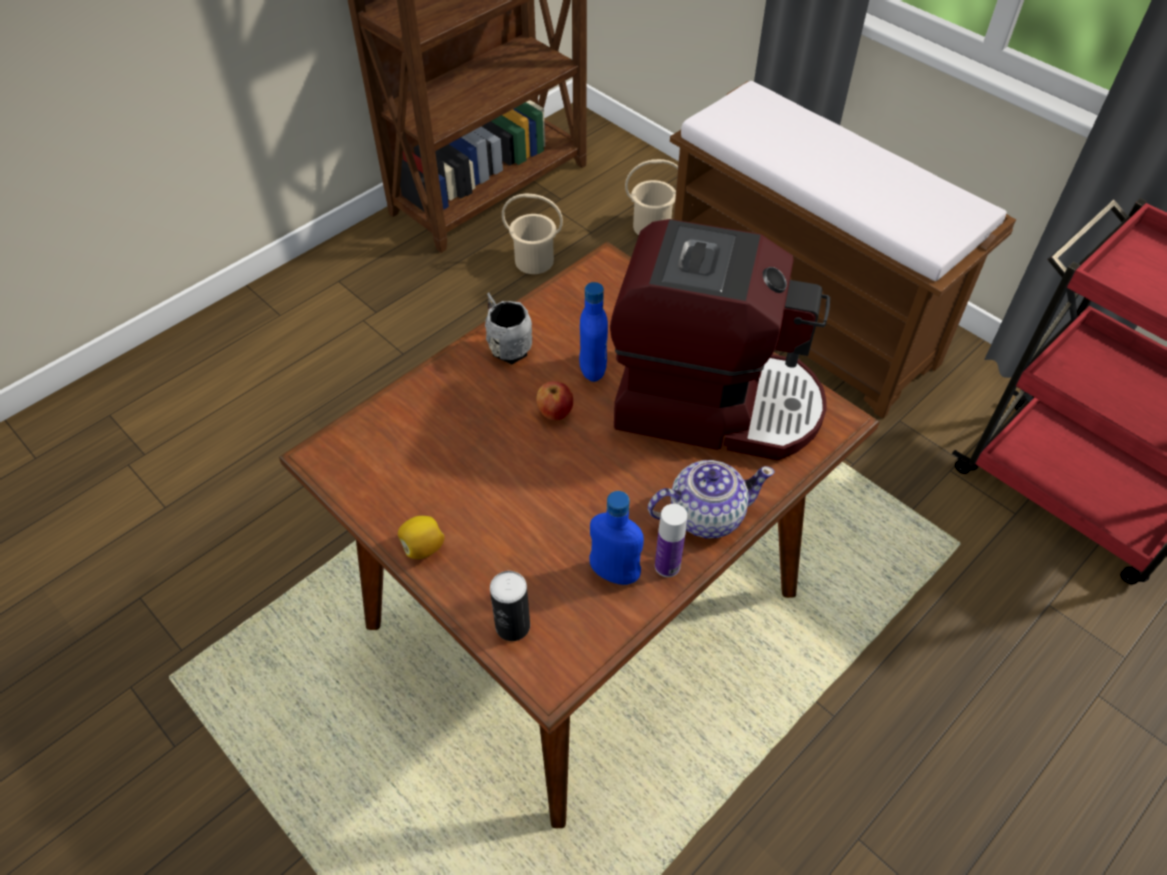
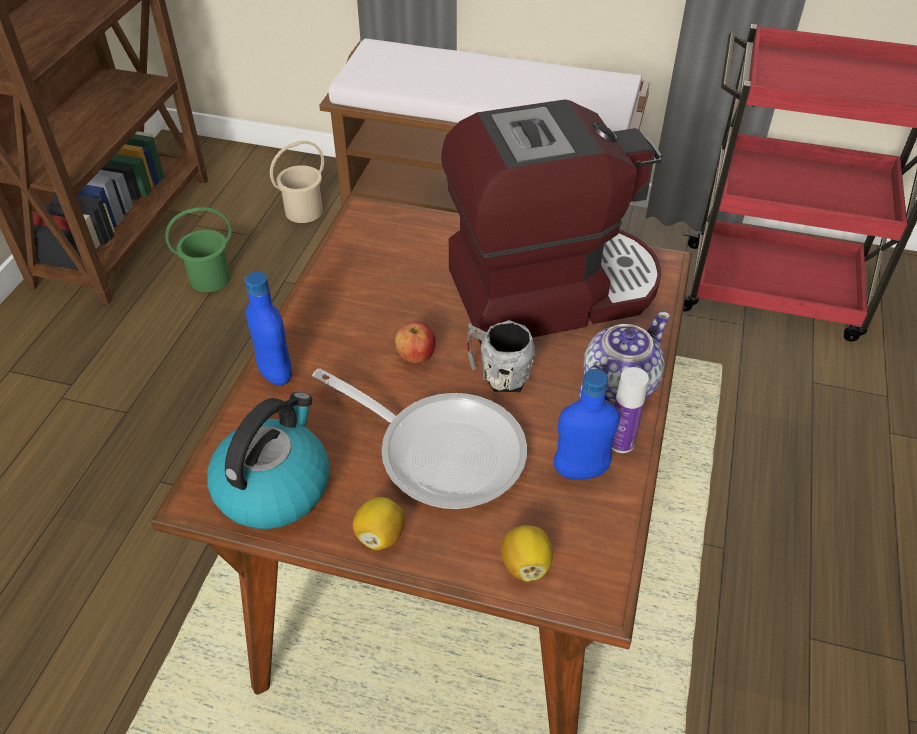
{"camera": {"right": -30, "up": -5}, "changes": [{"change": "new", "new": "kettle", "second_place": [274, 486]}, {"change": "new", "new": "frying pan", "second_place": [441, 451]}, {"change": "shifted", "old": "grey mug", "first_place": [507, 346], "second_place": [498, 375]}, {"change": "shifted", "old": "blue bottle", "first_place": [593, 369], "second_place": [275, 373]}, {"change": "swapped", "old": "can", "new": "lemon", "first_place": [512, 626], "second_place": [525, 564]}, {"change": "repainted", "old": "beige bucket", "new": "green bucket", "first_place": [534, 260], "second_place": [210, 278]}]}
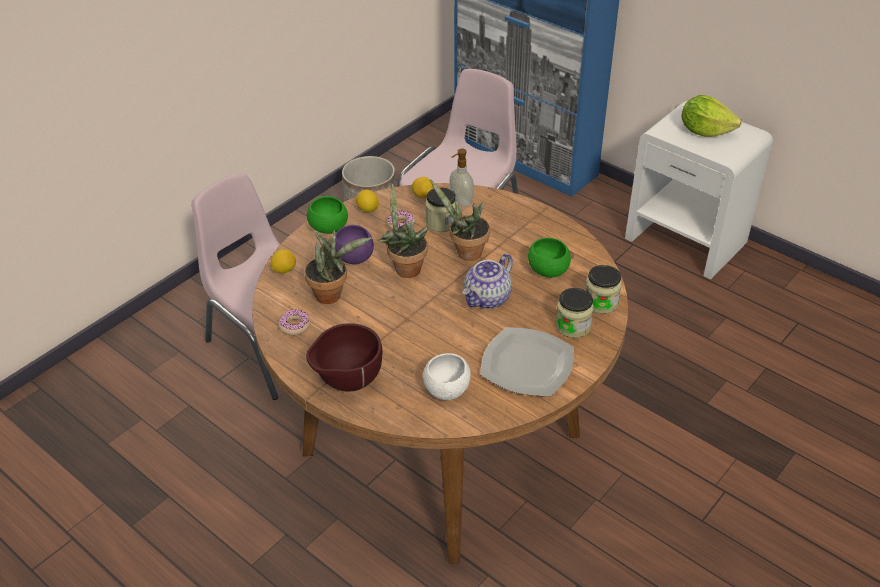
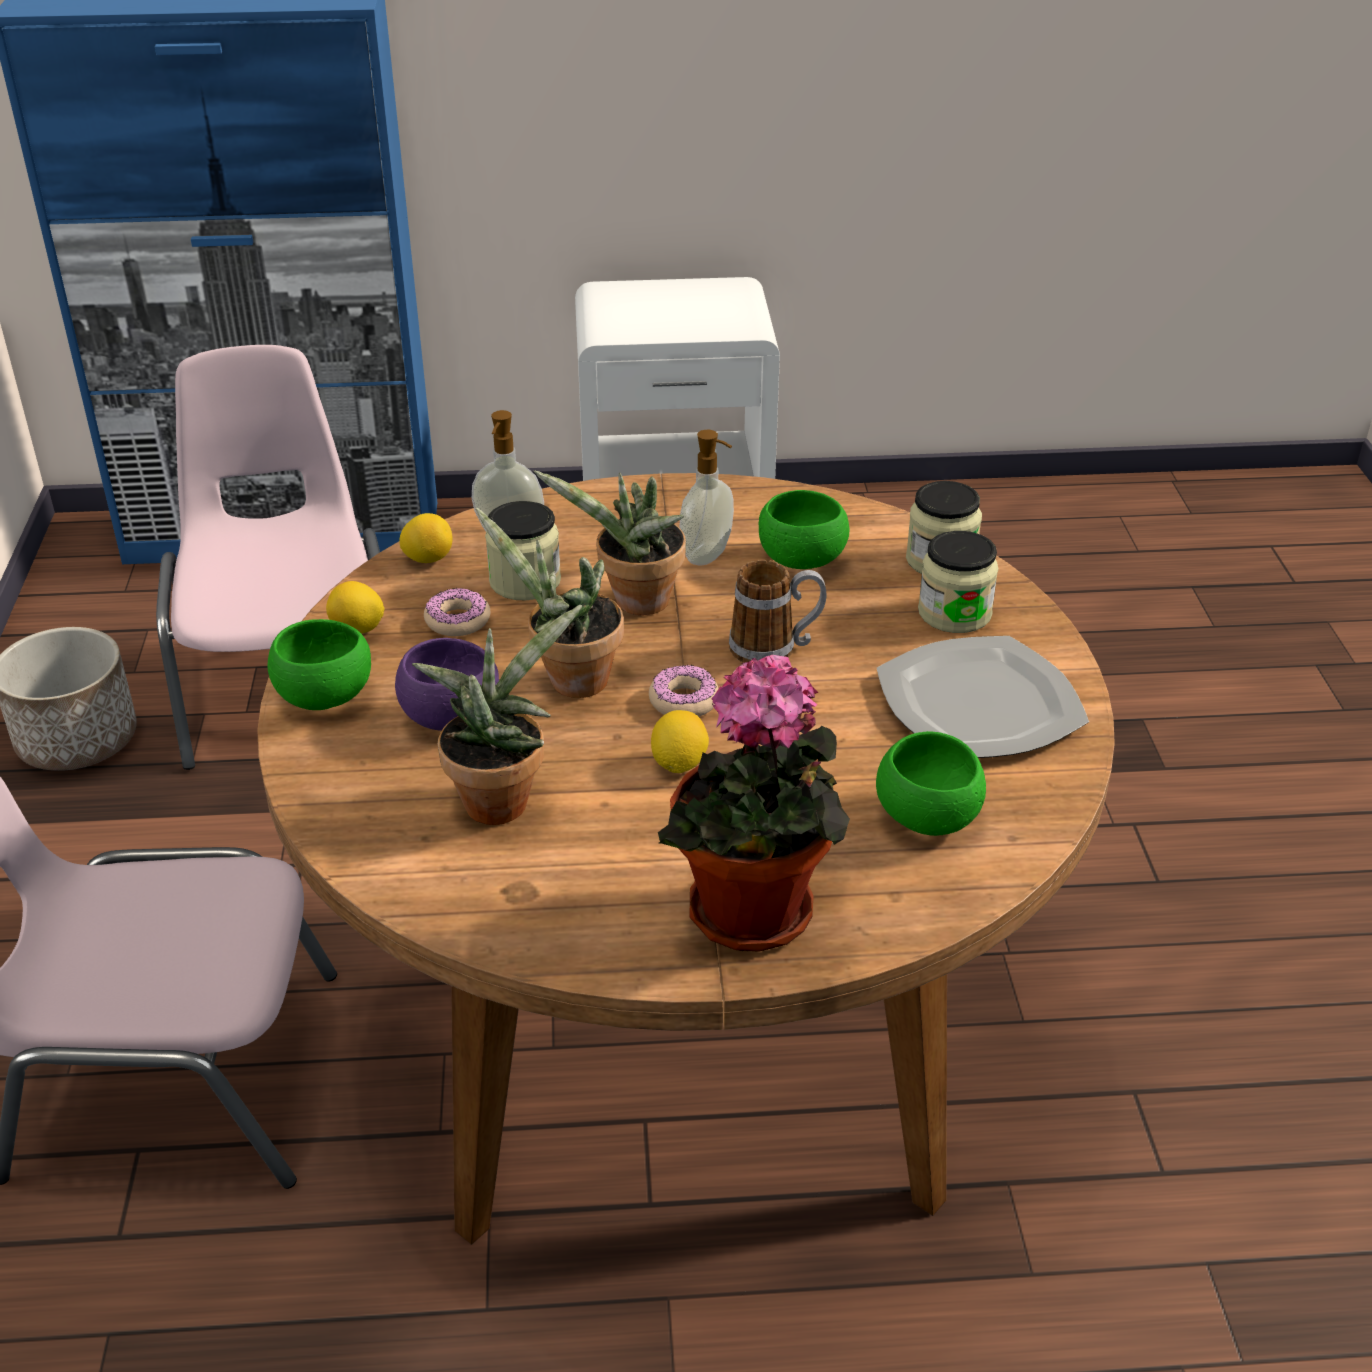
{"camera": {"right": -45, "up": -5}, "changes": [{"change": "gone", "old": "lettuce", "first_place": [704, 131]}, {"change": "new", "new": "soap dispenser", "second_place": [708, 555]}, {"change": "shifted", "old": "lemon", "first_place": [284, 270], "second_place": [679, 763]}, {"change": "shifted", "old": "donut", "first_place": [294, 326], "second_place": [684, 701]}, {"change": "swapped", "old": "brown bowl", "new": "potted plant", "first_place": [347, 383], "second_place": [754, 920]}, {"change": "swapped", "old": "teapot", "new": "mug", "first_place": [487, 299], "second_place": [775, 649]}, {"change": "repainted", "old": "white bowl", "new": "green bowl", "first_place": [446, 390], "second_place": [926, 818]}]}
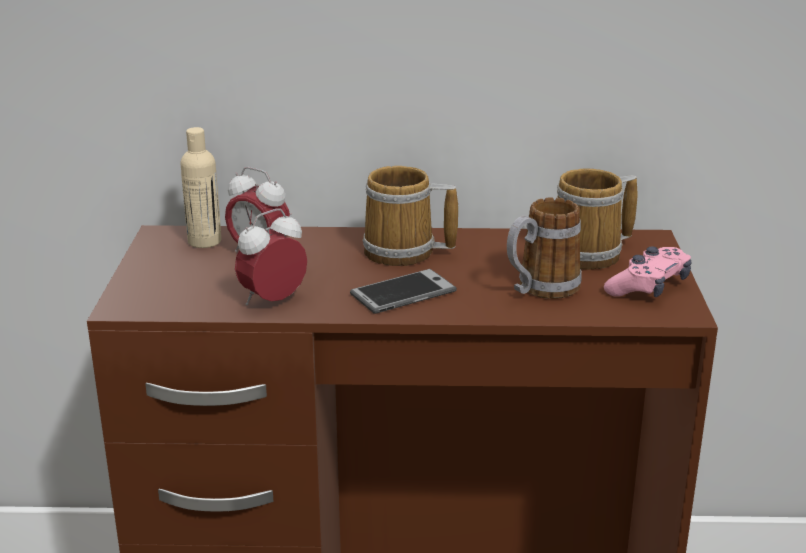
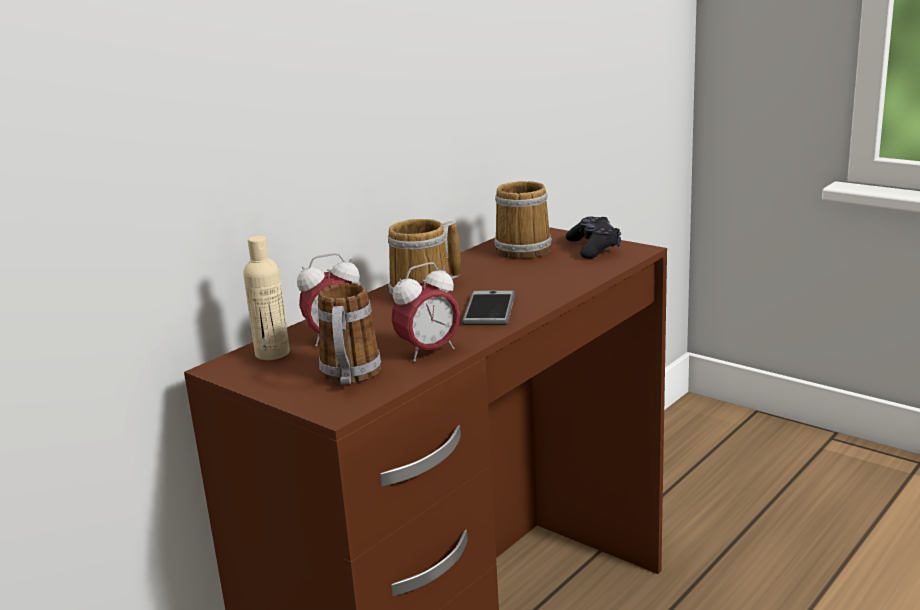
{"camera": {"right": -50, "up": -5}, "changes": [{"change": "shifted", "old": "mug", "first_place": [540, 290], "second_place": [349, 377]}, {"change": "repainted", "old": "pink game controller", "new": "black game controller", "first_place": [648, 287], "second_place": [593, 248]}, {"change": "rotated", "old": "alarm clock", "first_place": [273, 301], "second_place": [428, 352], "degrees": -120}]}
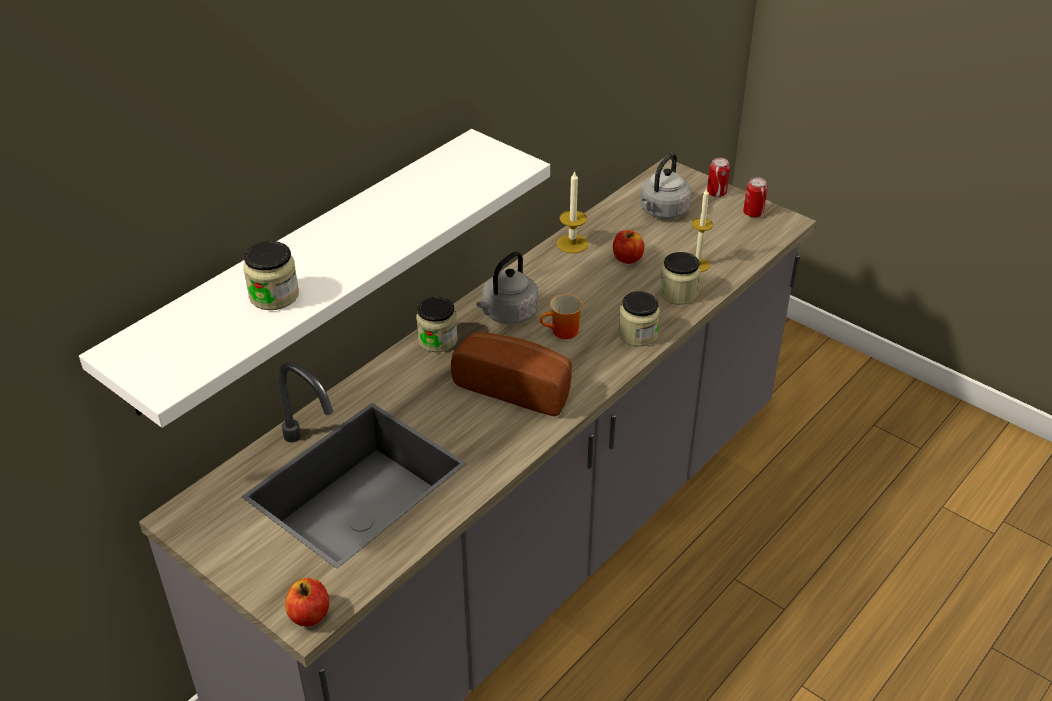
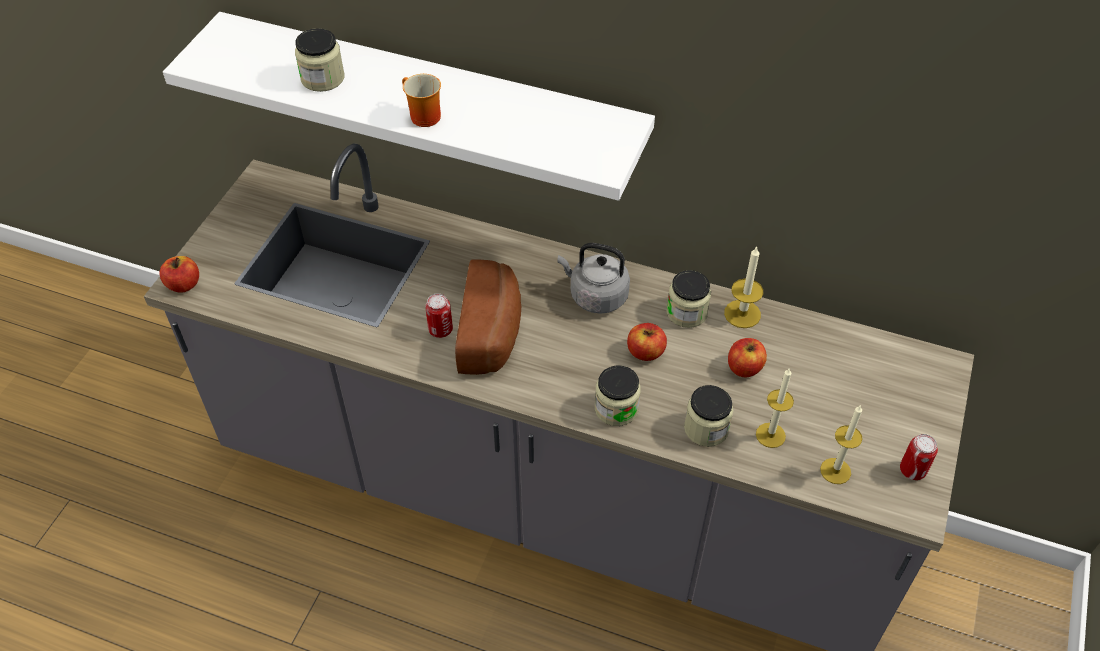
{"camera": {"right": 70, "up": 10}, "changes": [{"change": "gone", "old": "grey kettle", "first_place": [662, 212]}, {"change": "new", "new": "apple", "second_place": [645, 352]}, {"change": "new", "new": "candle", "second_place": [835, 471]}, {"change": "shifted", "old": "jar", "first_place": [437, 340], "second_place": [686, 312]}, {"change": "shifted", "old": "mug", "first_place": [563, 333], "second_place": [421, 116]}, {"change": "shifted", "old": "can", "first_place": [716, 193], "second_place": [440, 329]}]}
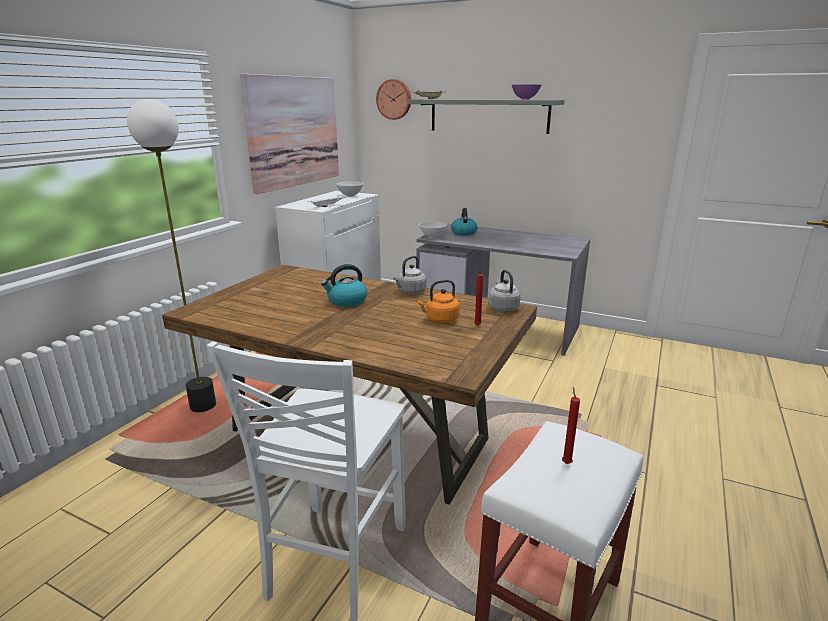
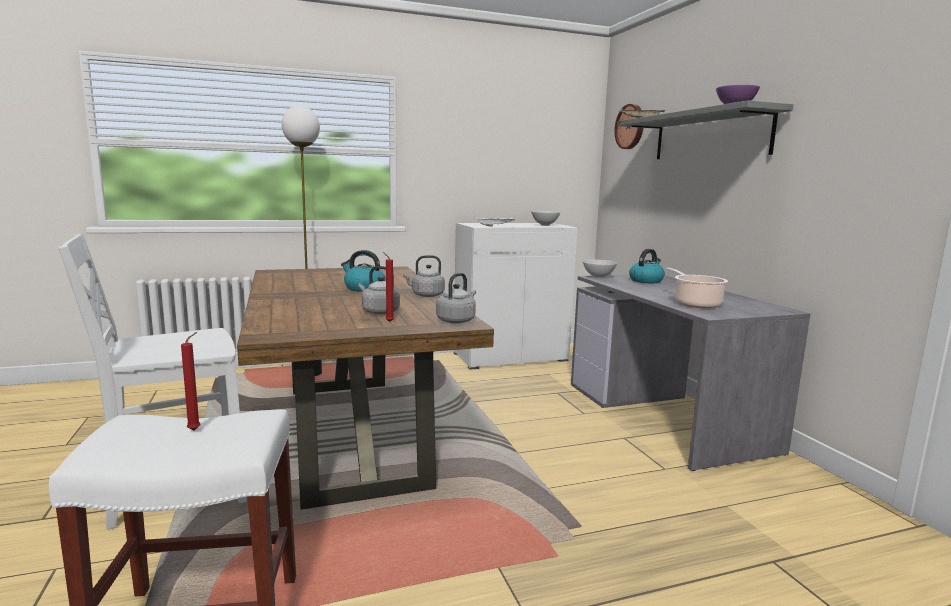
{"camera": {"right": 45, "up": -10}, "changes": [{"change": "gone", "old": "picture", "first_place": [294, 131]}, {"change": "new", "new": "cooking pot", "second_place": [695, 304]}, {"change": "repainted", "old": "orange kettle", "new": "grey kettle", "first_place": [440, 319], "second_place": [378, 312]}]}
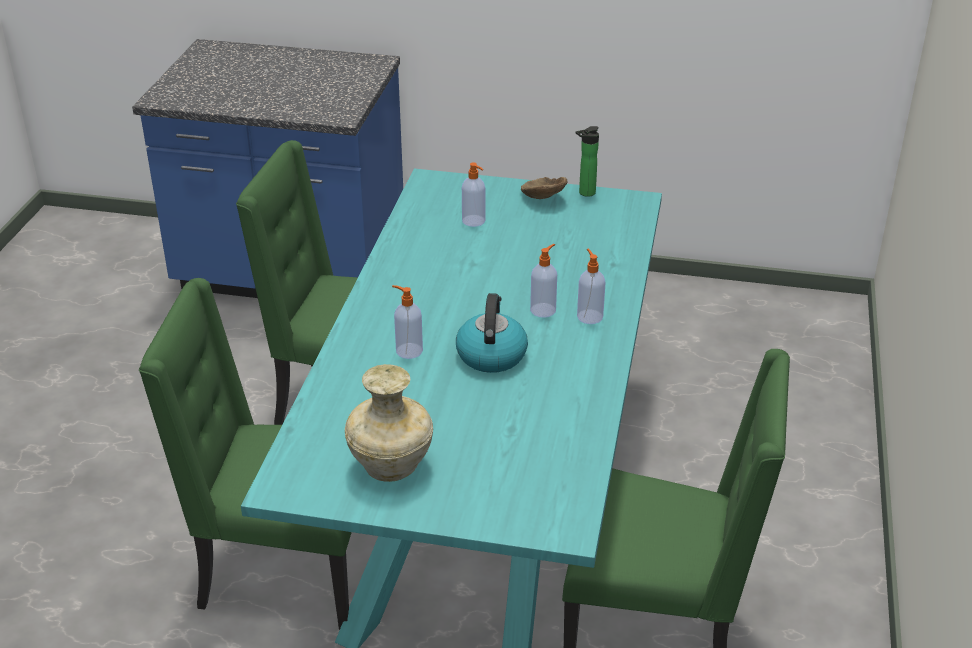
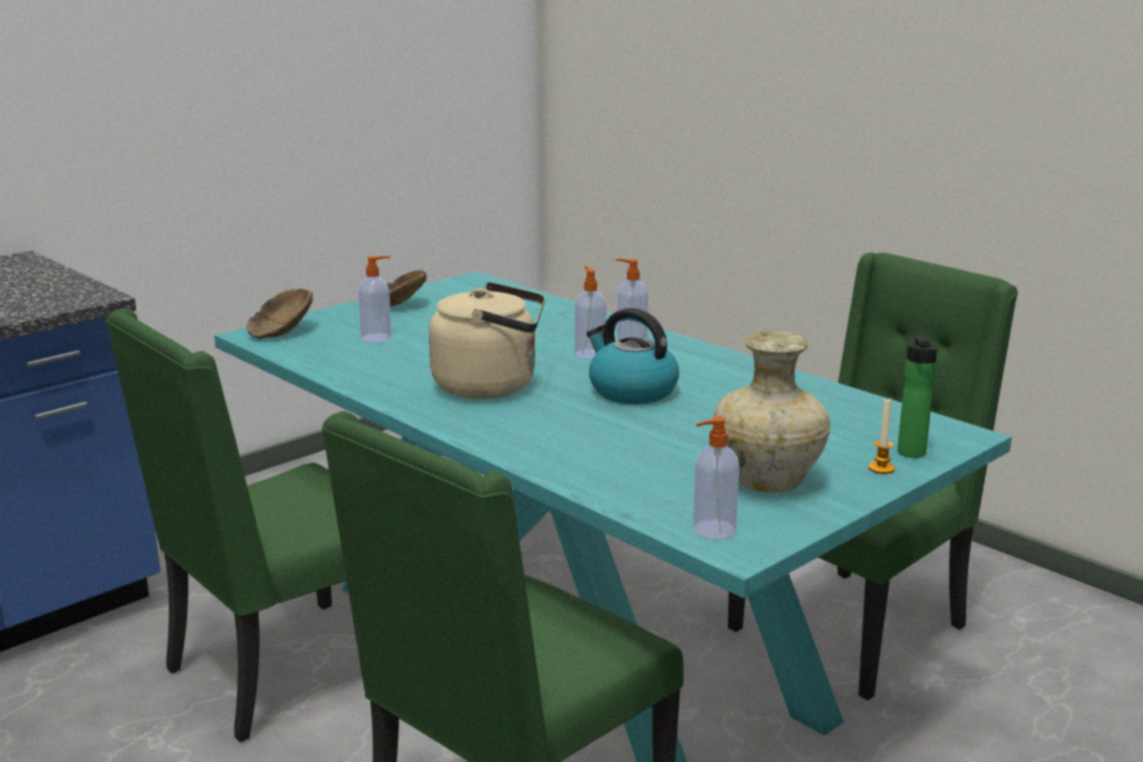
{"camera": {"right": -55, "up": -15}, "changes": [{"change": "new", "new": "brown bowl", "second_place": [279, 332]}, {"change": "new", "new": "beige kettle", "second_place": [491, 386]}, {"change": "new", "new": "candle", "second_place": [881, 468]}, {"change": "shifted", "old": "soap dispenser", "first_place": [408, 350], "second_place": [712, 530]}, {"change": "shifted", "old": "bottle", "first_place": [585, 193], "second_place": [912, 454]}]}
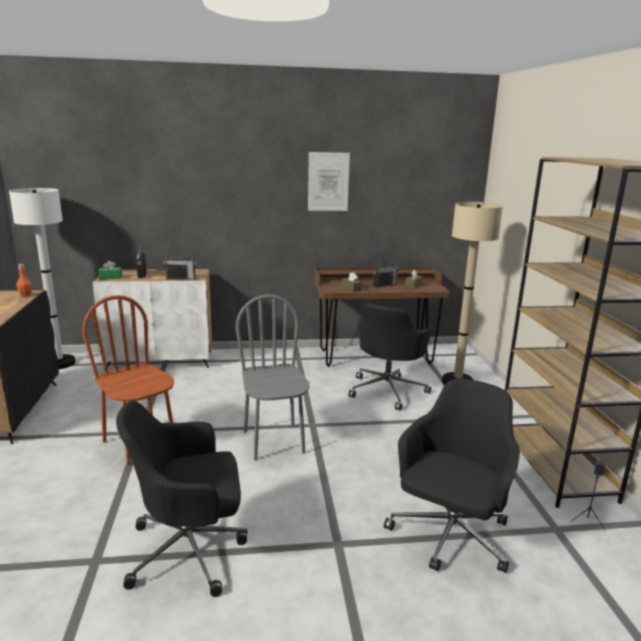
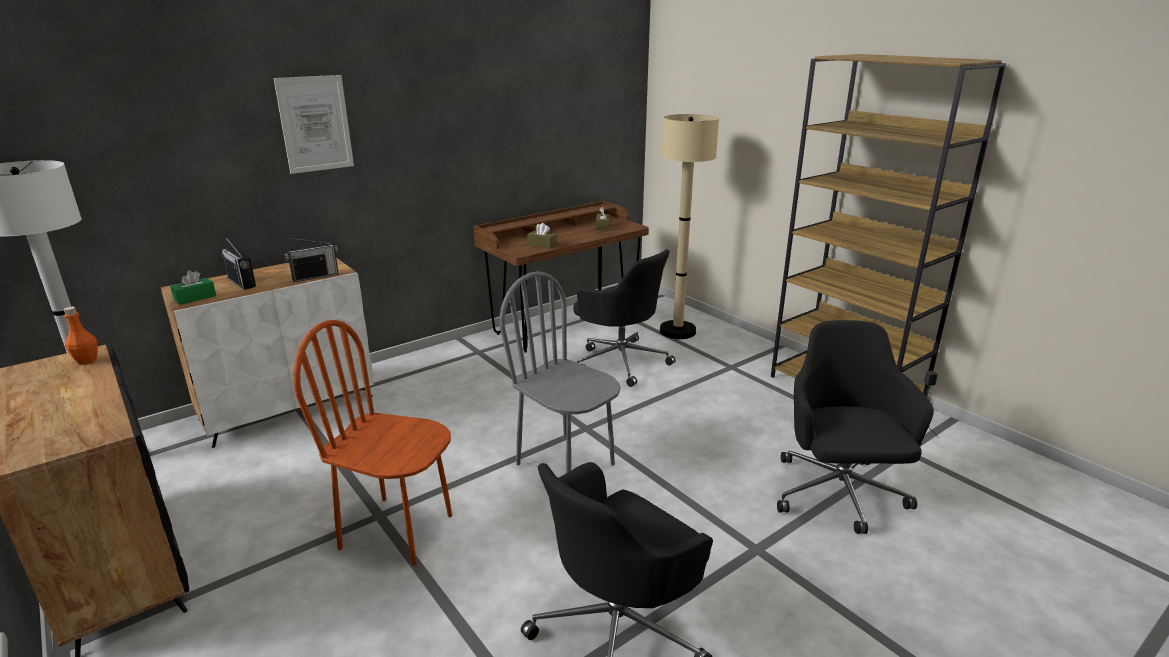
{"camera": {"right": -30, "up": 5}, "changes": [{"change": "gone", "old": "radio", "first_place": [384, 285]}, {"change": "shifted", "old": "picture", "first_place": [328, 181], "second_place": [315, 124]}, {"change": "rotated", "old": "black office chair", "first_place": [388, 390], "second_place": [620, 361], "degrees": -45}]}
